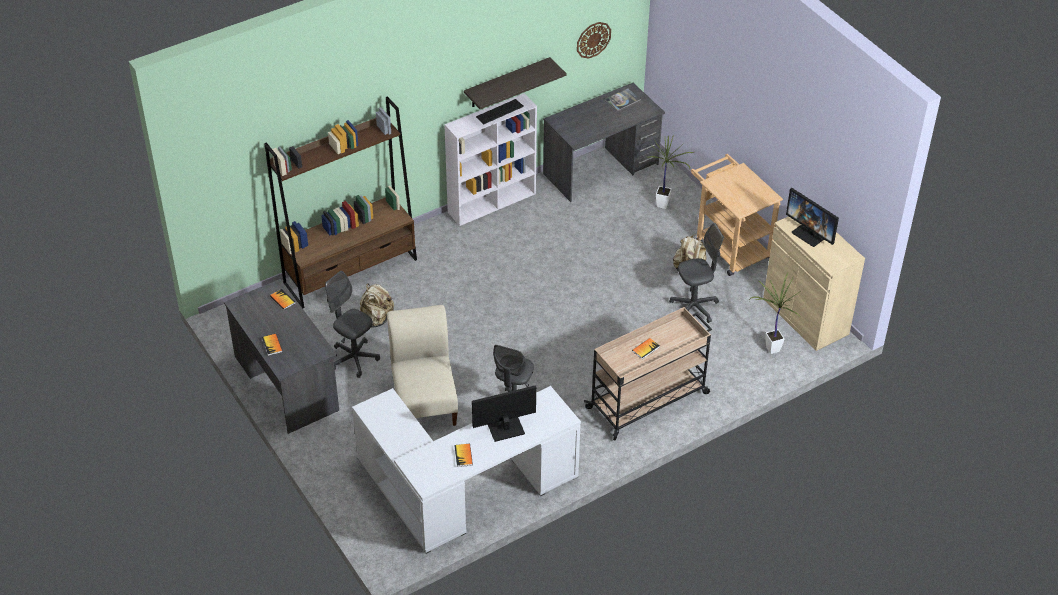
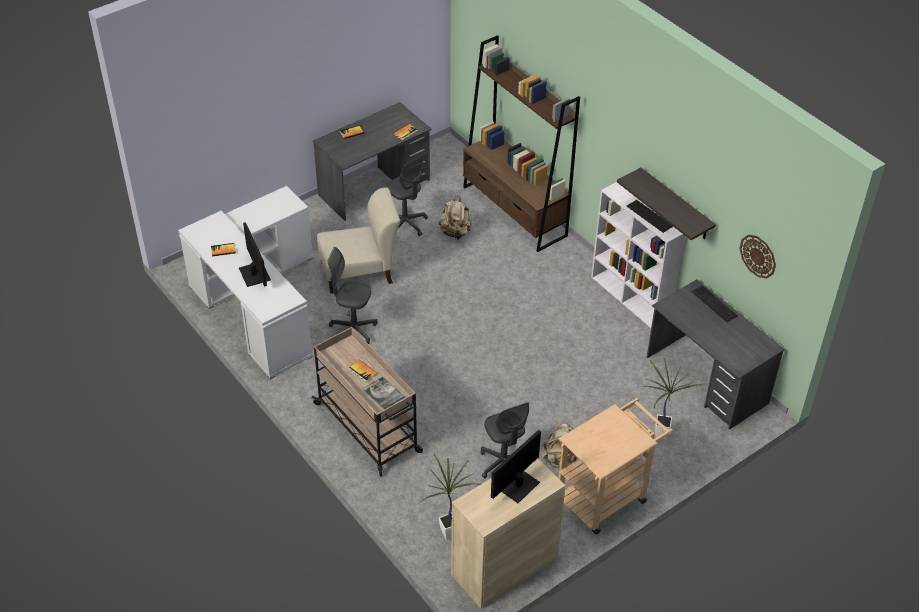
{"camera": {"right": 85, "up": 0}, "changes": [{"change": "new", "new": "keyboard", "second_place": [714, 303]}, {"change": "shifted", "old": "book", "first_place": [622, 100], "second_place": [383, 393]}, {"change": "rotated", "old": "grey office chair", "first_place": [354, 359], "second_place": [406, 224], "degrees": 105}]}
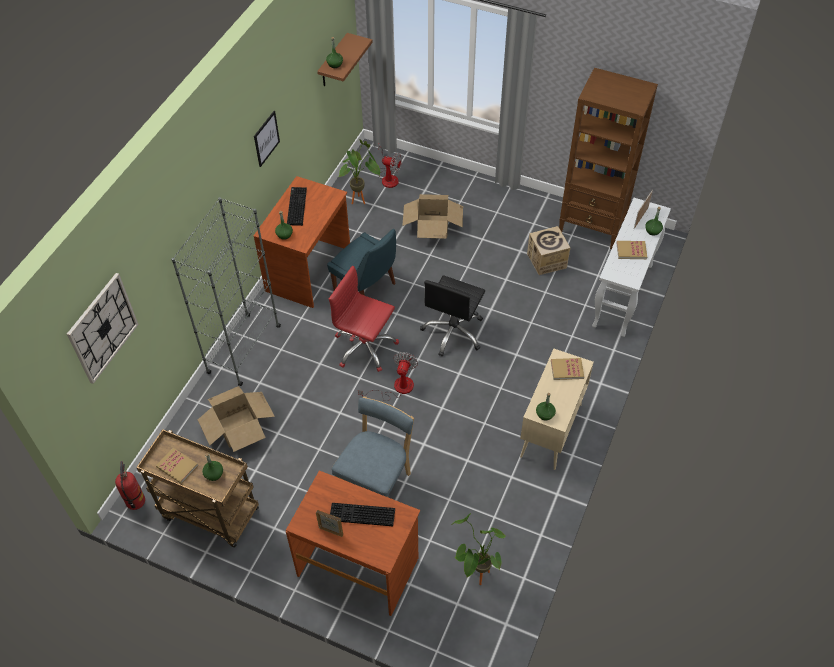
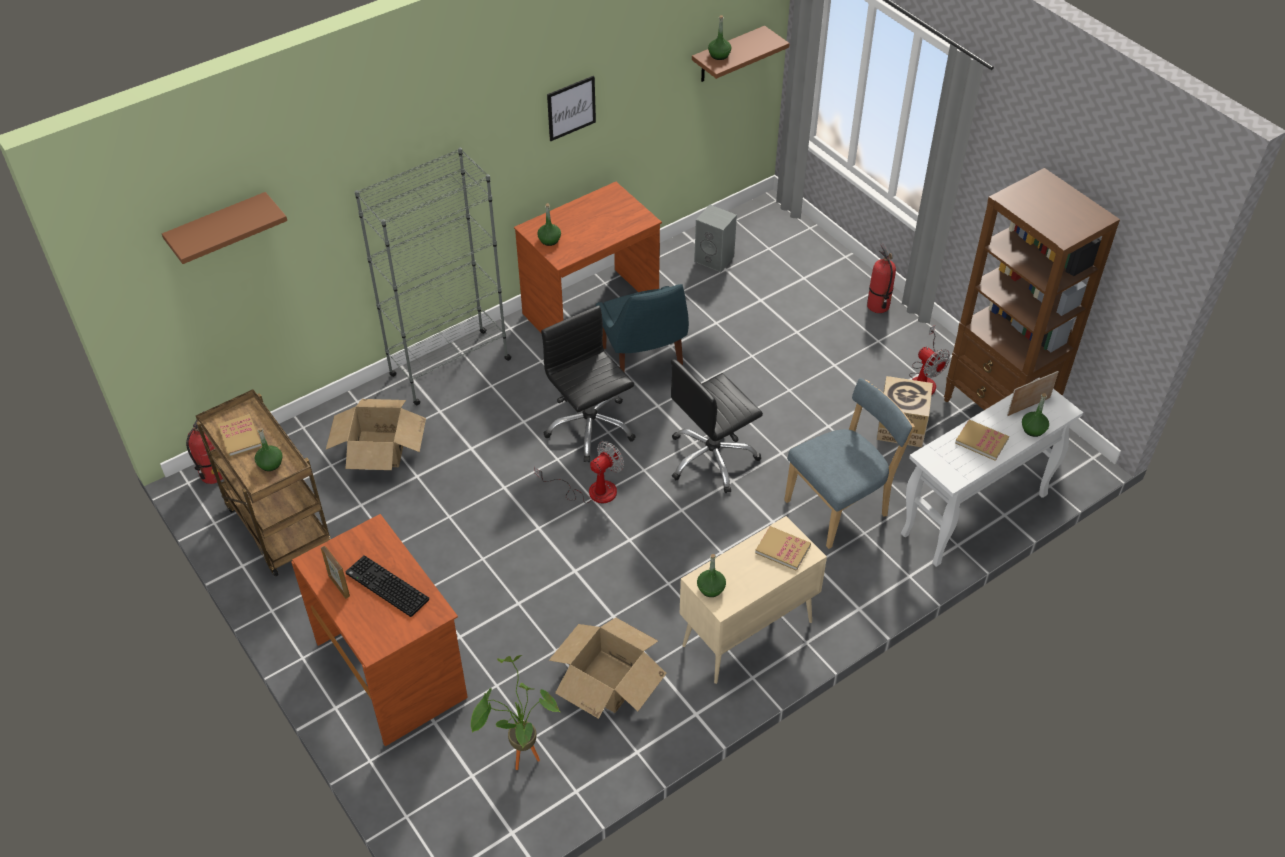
{"camera": {"right": 30, "up": -5}, "changes": [{"change": "gone", "old": "keyboard", "first_place": [296, 206]}, {"change": "new", "new": "fire extinguisher", "second_place": [877, 306]}, {"change": "shifted", "old": "blue chair", "first_place": [377, 482], "second_place": [840, 507]}, {"change": "shifted", "old": "fan", "first_place": [388, 177], "second_place": [924, 380]}, {"change": "shifted", "old": "cardboard box", "first_place": [433, 226], "second_place": [608, 681]}, {"change": "swapped", "old": "wall clock", "new": "brown shelf", "first_place": [103, 328], "second_place": [218, 228]}, {"change": "swapped", "old": "potted plant", "new": "grey speaker", "first_place": [362, 200], "second_place": [715, 259]}, {"change": "repainted", "old": "red office chair", "new": "black office chair", "first_place": [365, 347], "second_place": [589, 427]}]}
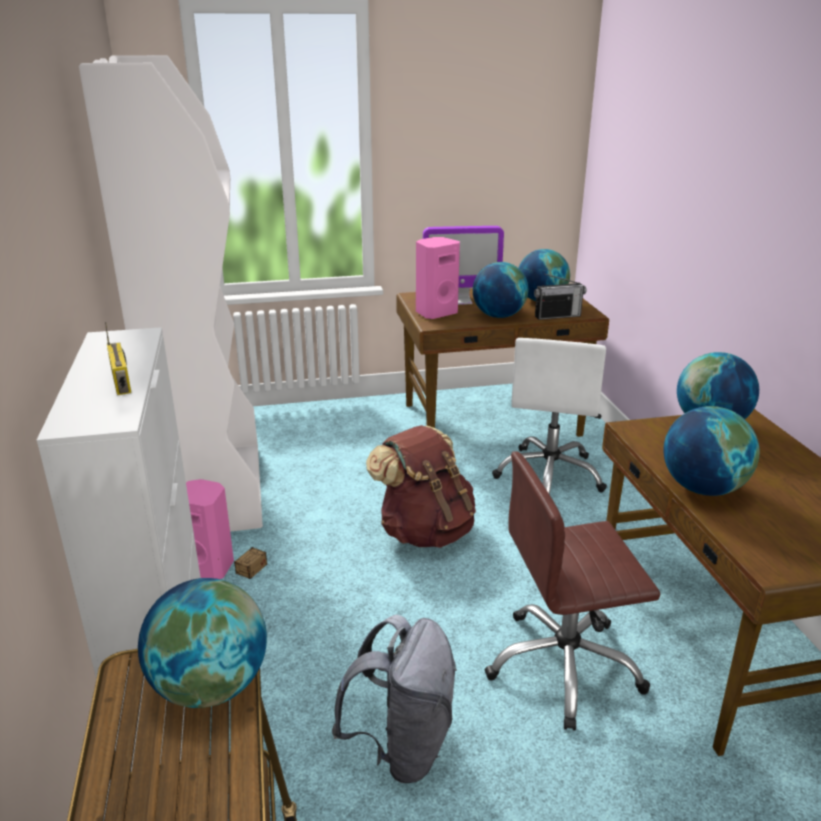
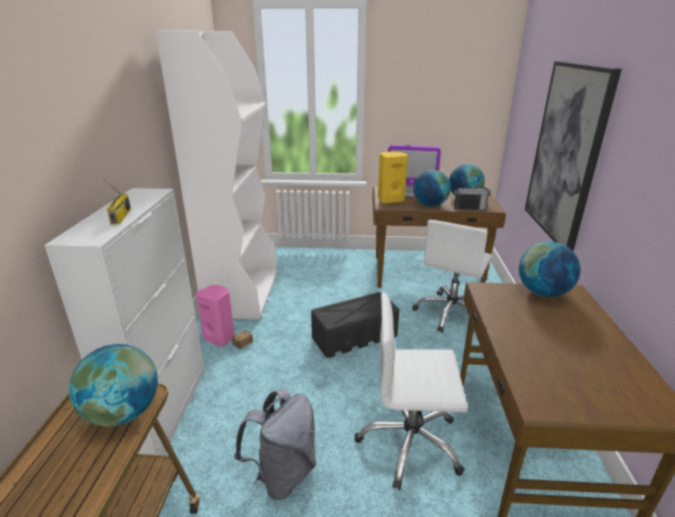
{"camera": {"right": 15, "up": 0}, "changes": [{"change": "gone", "old": "globe", "first_place": [702, 488]}, {"change": "new", "new": "picture", "second_place": [566, 153]}, {"change": "swapped", "old": "brown backpack", "new": "black storage box", "first_place": [425, 531], "second_place": [355, 337]}, {"change": "repainted", "old": "pink speaker", "new": "yellow speaker", "first_place": [435, 313], "second_place": [390, 200]}, {"change": "repainted", "old": "brown office chair", "new": "white office chair", "first_place": [564, 666], "second_place": [410, 443]}]}
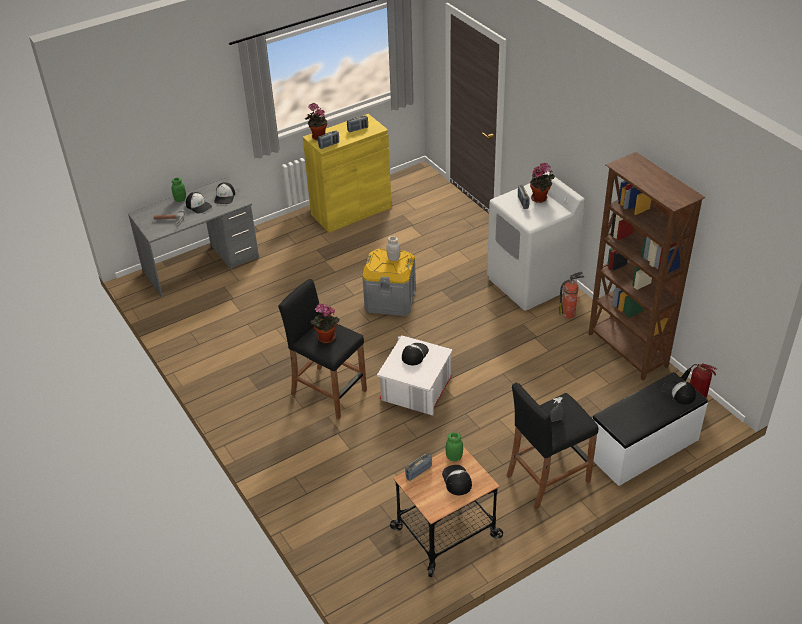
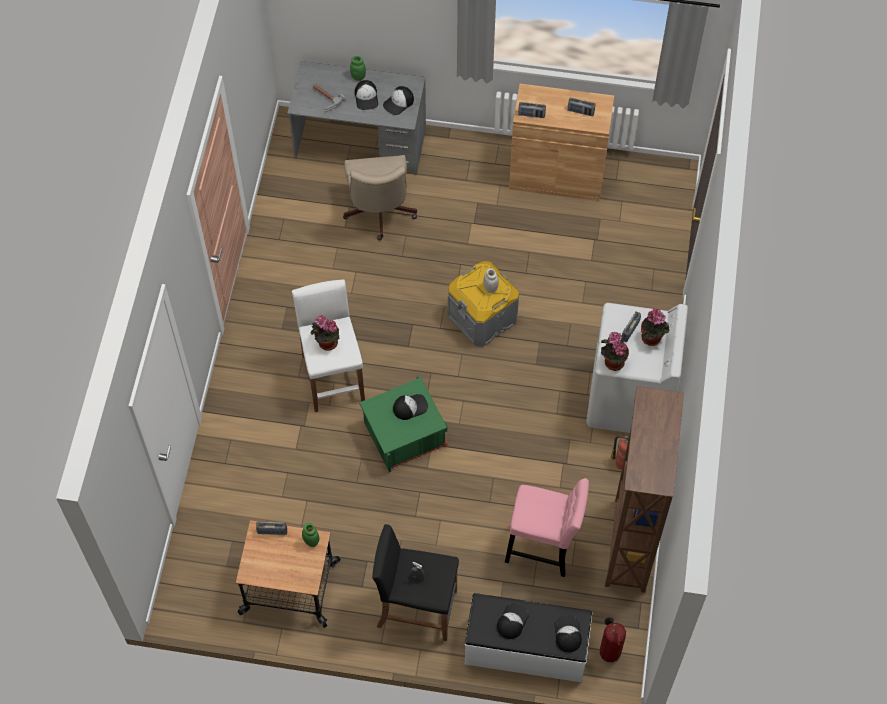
{"camera": {"right": 40, "up": 20}, "changes": [{"change": "new", "new": "beige office chair", "second_place": [379, 213]}, {"change": "new", "new": "pink stool", "second_place": [543, 550]}, {"change": "shifted", "old": "potted plant", "first_place": [317, 137], "second_place": [612, 361]}, {"change": "shifted", "old": "cap", "first_place": [456, 480], "second_place": [512, 621]}, {"change": "repainted", "old": "black stool", "new": "white stool", "first_place": [328, 392], "second_place": [333, 377]}, {"change": "repainted", "old": "yellow cabinet", "new": "brown cabinet", "first_place": [351, 211], "second_place": [557, 176]}, {"change": "repainted", "old": "white storage box", "new": "green storage box", "first_place": [415, 390], "second_place": [403, 433]}]}
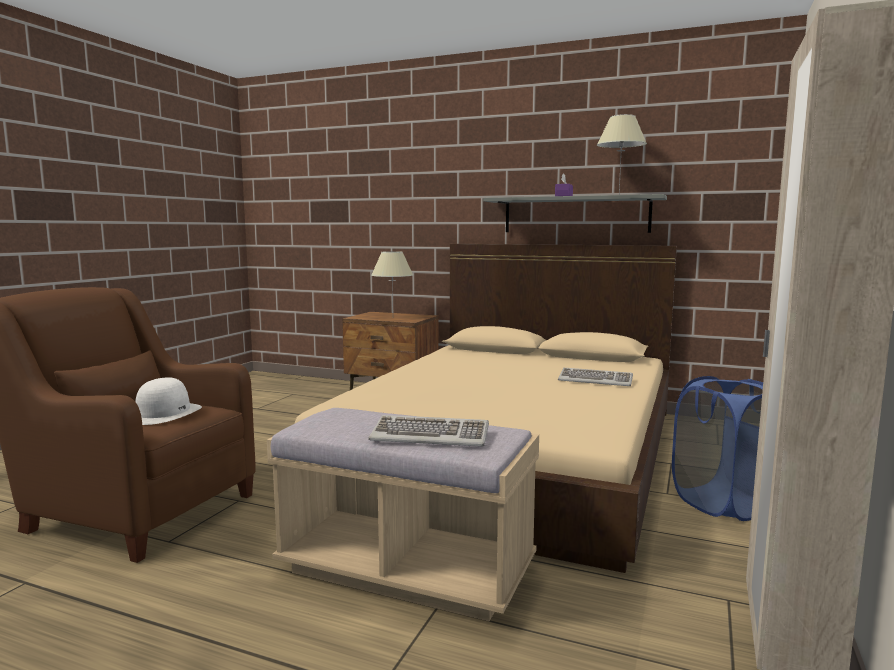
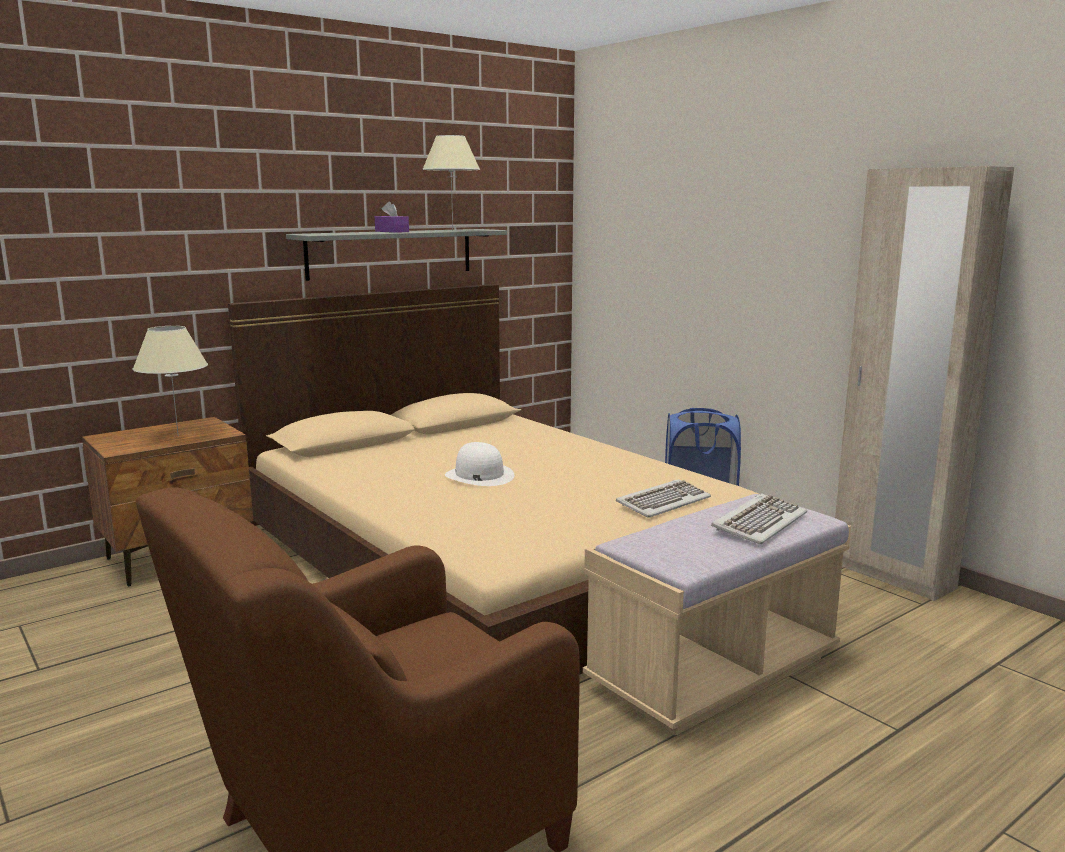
{"camera": {"right": -60, "up": 5}, "changes": [{"change": "shifted", "old": "white hat", "first_place": [163, 413], "second_place": [479, 476]}, {"change": "shifted", "old": "keyboard", "first_place": [595, 380], "second_place": [663, 502]}]}
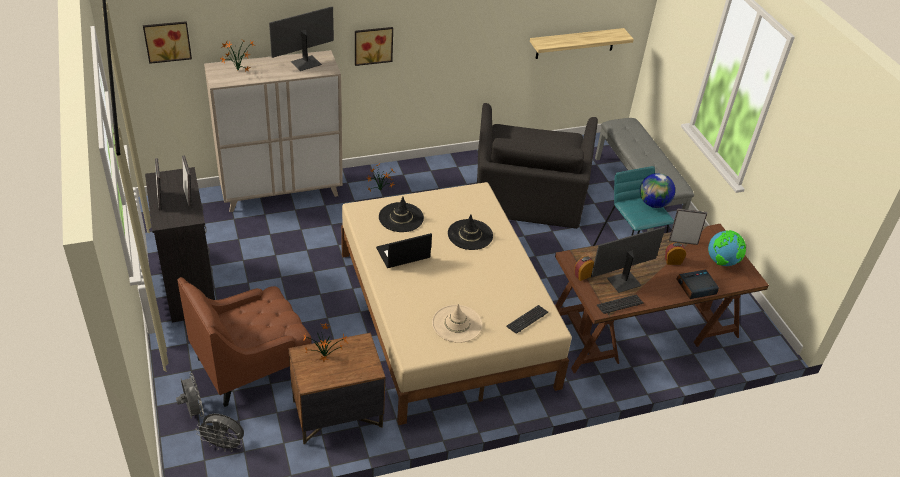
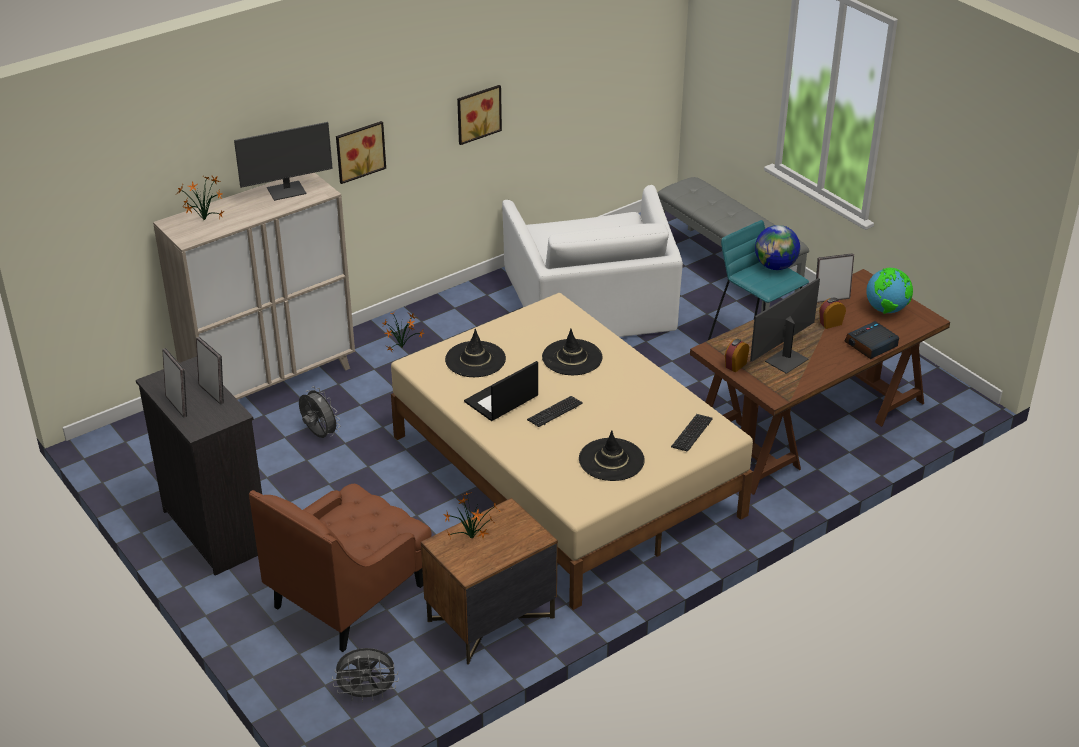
{"camera": {"right": -15, "up": -5}, "changes": [{"change": "gone", "old": "shelf", "first_place": [575, 43]}, {"change": "shifted", "old": "picture", "first_place": [167, 41], "second_place": [477, 113]}, {"change": "shifted", "old": "grey fan", "first_place": [193, 411], "second_place": [319, 435]}, {"change": "shifted", "old": "keyboard", "first_place": [619, 305], "second_place": [555, 412]}, {"change": "repainted", "old": "beige hat", "new": "black hat", "first_place": [457, 324], "second_place": [611, 460]}, {"change": "repainted", "old": "black armchair", "new": "white armchair", "first_place": [529, 189], "second_place": [592, 299]}, {"change": "rotated", "old": "monitor", "first_place": [305, 63], "second_place": [287, 191], "degrees": -150}]}
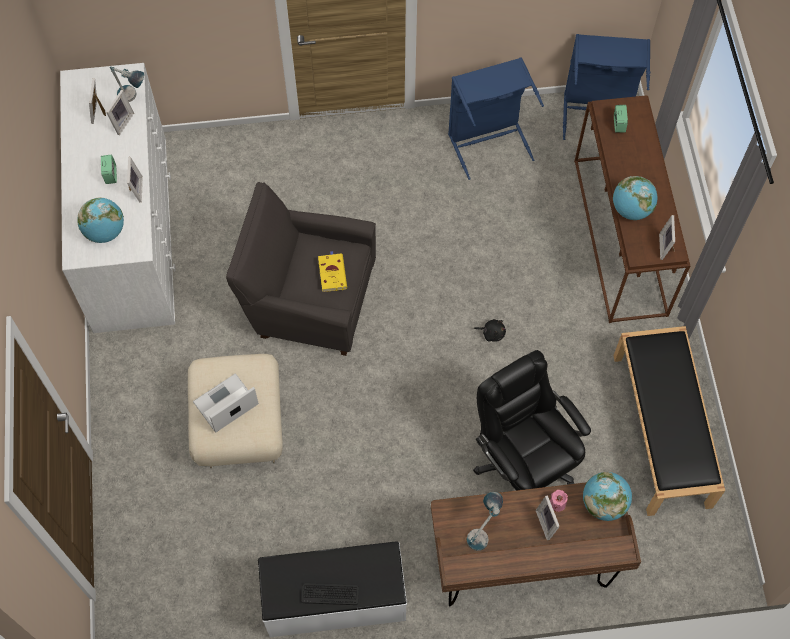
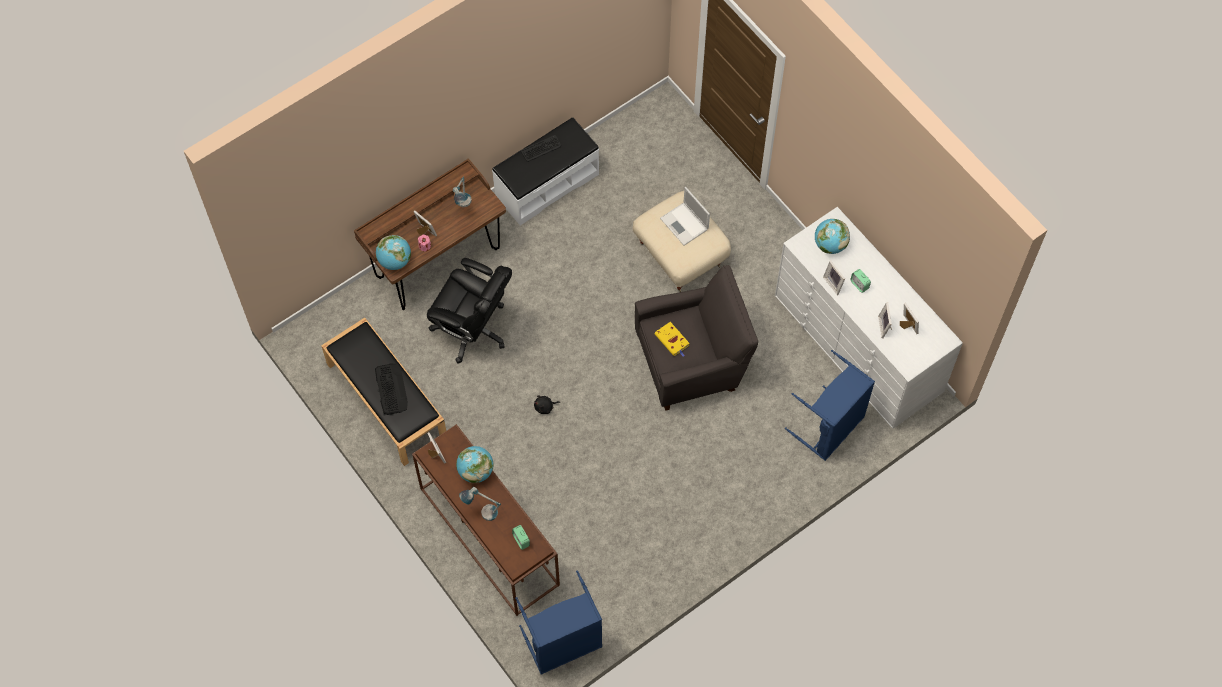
{"camera": {"right": 150, "up": 0}, "changes": [{"change": "new", "new": "keyboard", "second_place": [391, 389]}, {"change": "shifted", "old": "table lamp", "first_place": [133, 98], "second_place": [482, 512]}, {"change": "shifted", "old": "blue laundry basket", "first_place": [487, 140], "second_place": [831, 428]}, {"change": "rotated", "old": "laptop", "first_place": [225, 404], "second_place": [685, 224], "degrees": 120}]}
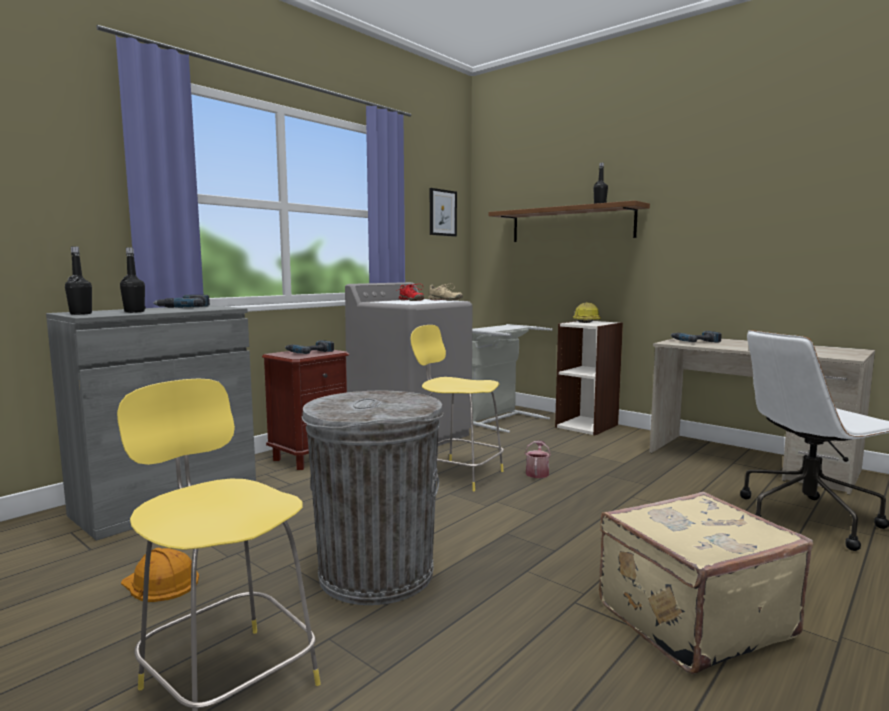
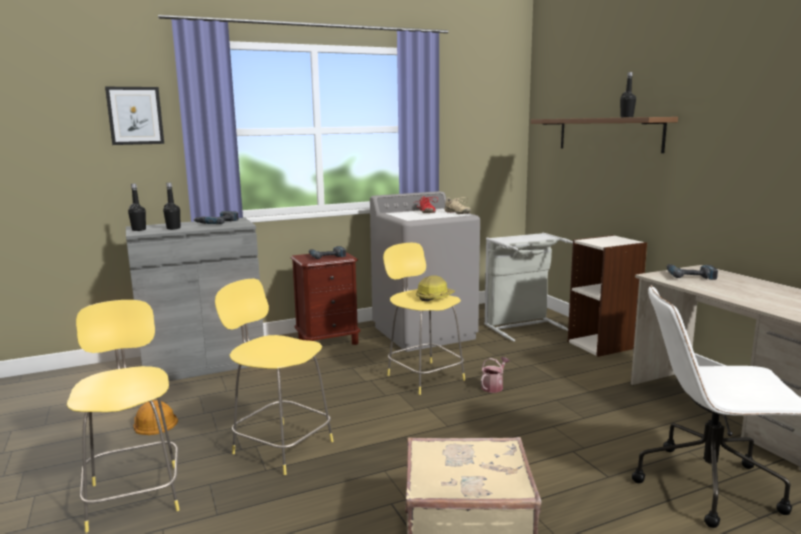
{"camera": {"right": 25, "up": 5}, "changes": [{"change": "shifted", "old": "picture", "first_place": [442, 213], "second_place": [135, 115]}, {"change": "shifted", "old": "hard hat", "first_place": [586, 321], "second_place": [434, 297]}, {"change": "swapped", "old": "grey trash can", "new": "yellow stool", "first_place": [376, 572], "second_place": [280, 446]}]}
